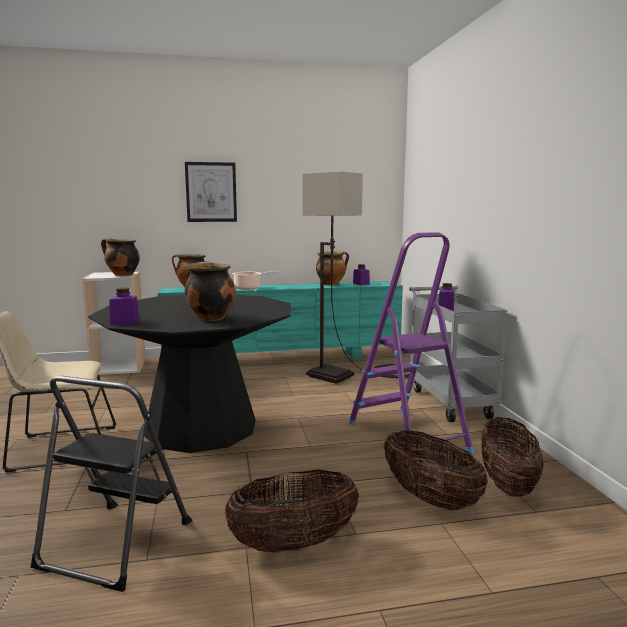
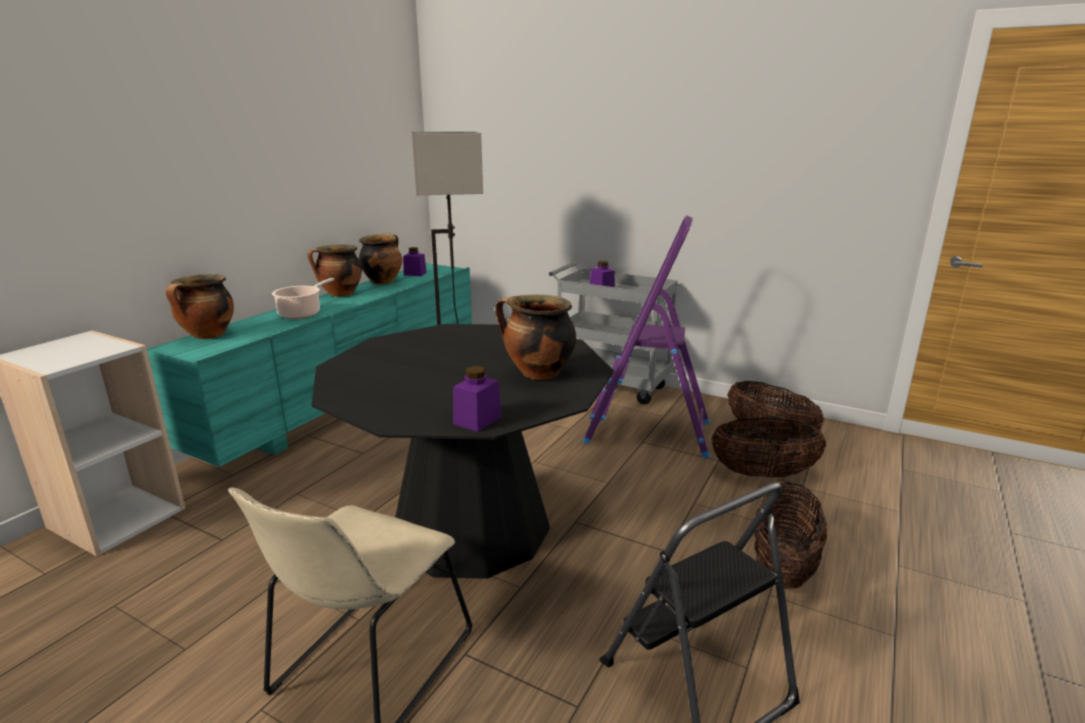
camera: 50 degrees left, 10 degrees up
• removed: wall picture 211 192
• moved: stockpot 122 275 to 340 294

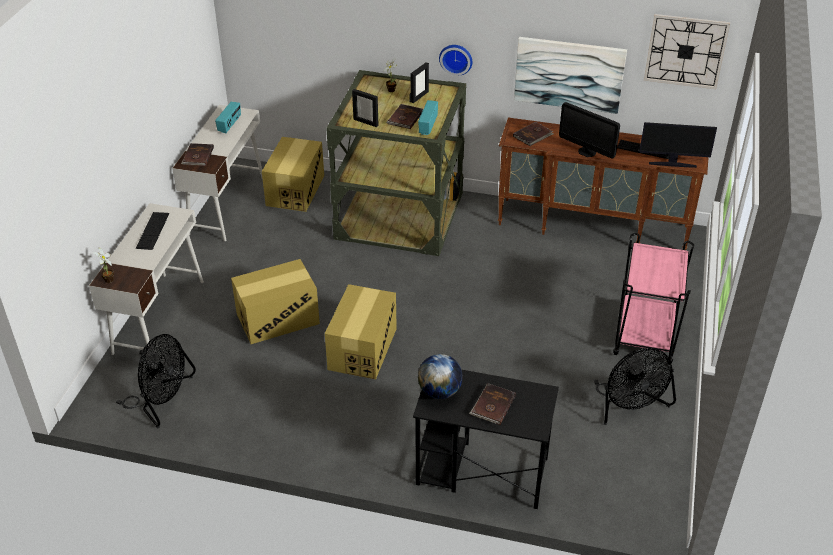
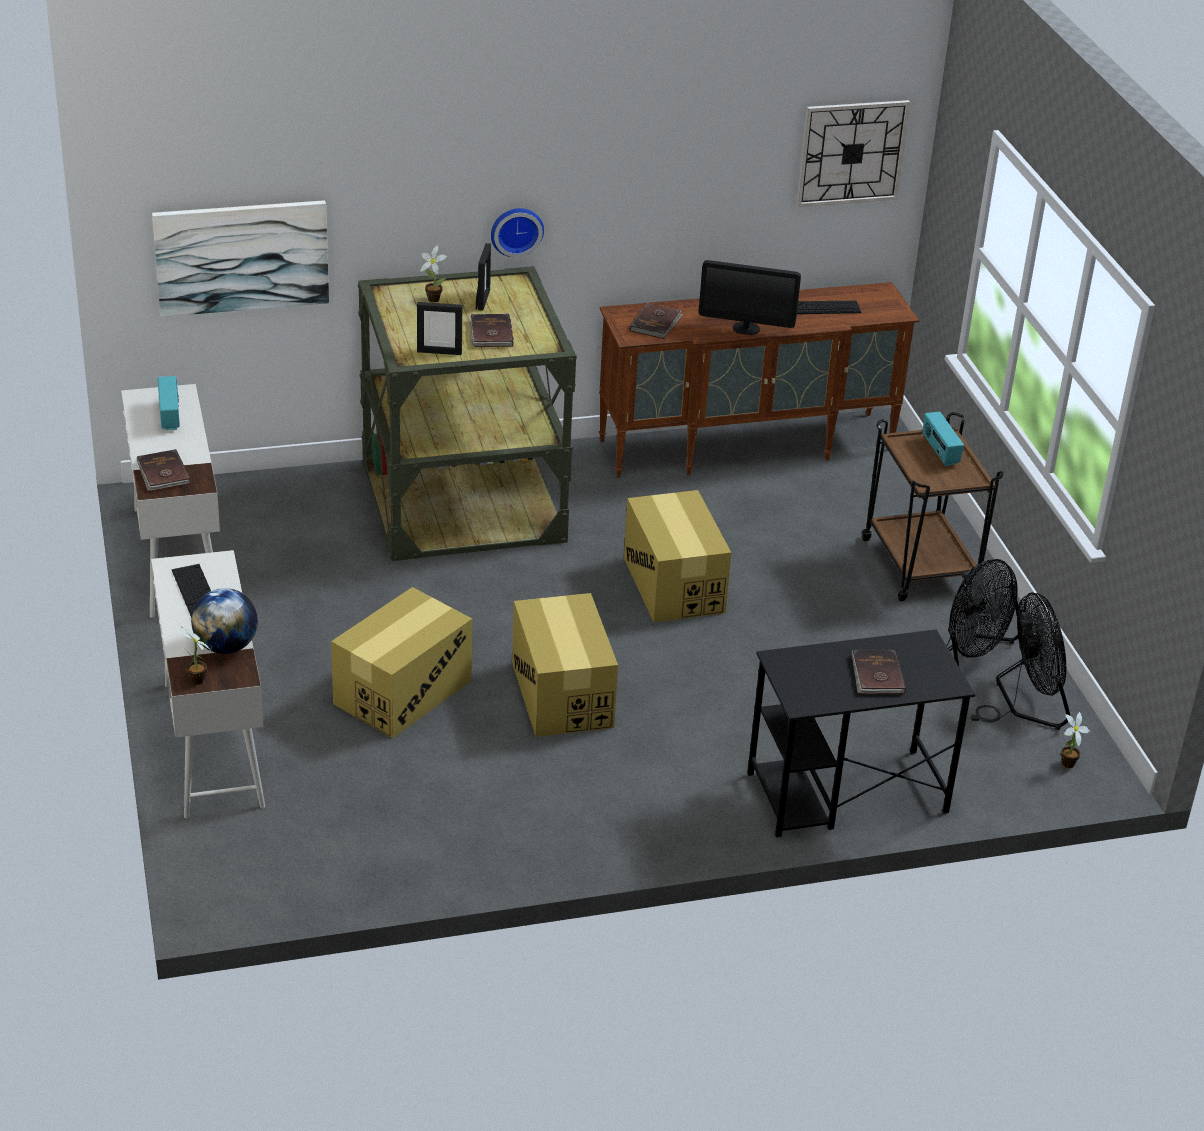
camera: 30 degrees left, 5 degrees down
• removed: computer display 672 164
• added: potted plant 1066 764
• moved: black-coloured electric fan 160 400 to 1021 699
• moved: cardboard box 295 190 to 673 585
• moved: radio 427 126 to 939 452
• moved: world globe 440 391 to 226 646
• moved: wall picture 569 74 to 242 257
• recoloured: pink-coloured wheeled cart 644 335 to brown wheeled cart 920 567

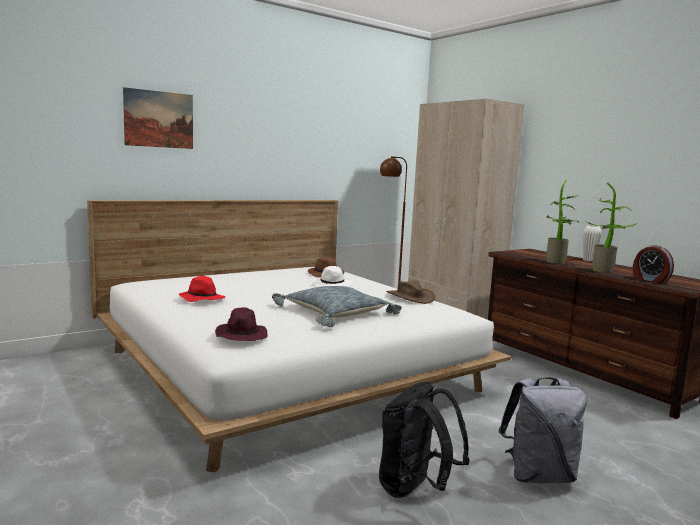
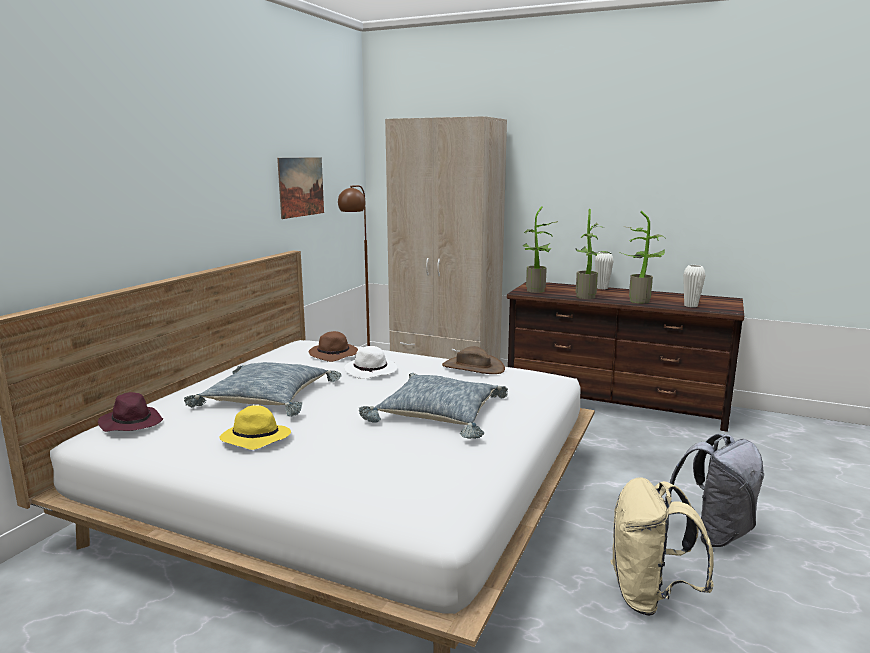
camera: 30 degrees left, 5 degrees up
• added: throw pillow 267 395
• added: potted plant 537 291
• moved: wall picture 159 119 to 301 187
• moved: purple-coloured hat 241 336 to 131 424
• replaced: table clock 650 280 to whitish vase 690 305
• recoloured: reddish hat 201 299 to yellow hat 254 439
• recoloured: black-coloured knapsack 415 489 to beige-coloured knapsack 650 596

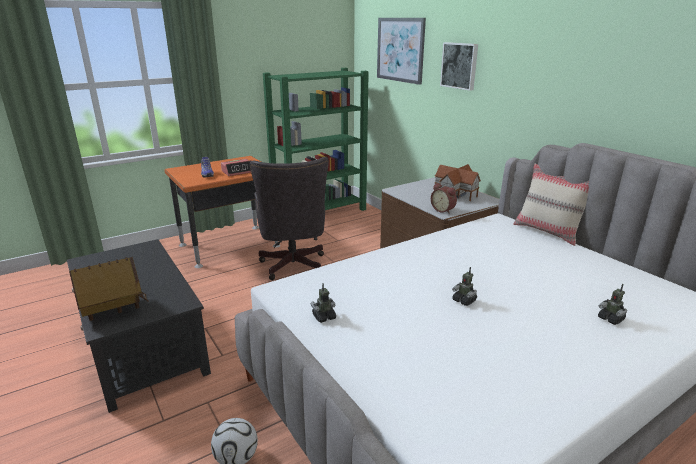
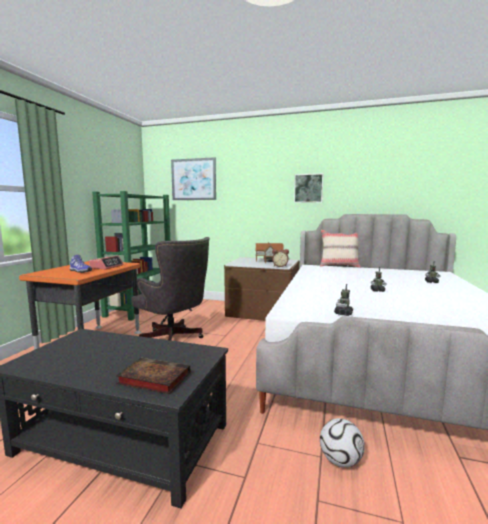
camera: 40 degrees left, 15 degrees down
• moved: wall picture 460 65 to 308 188
• replaced: model house 113 310 to volume 152 379

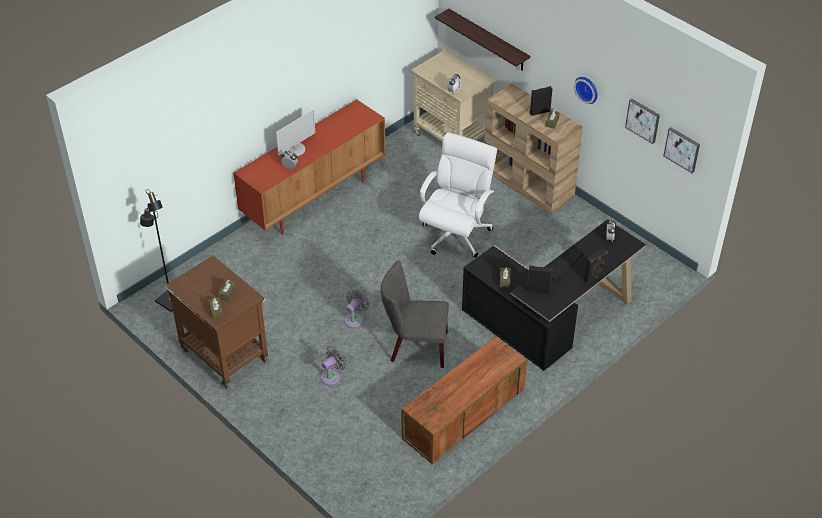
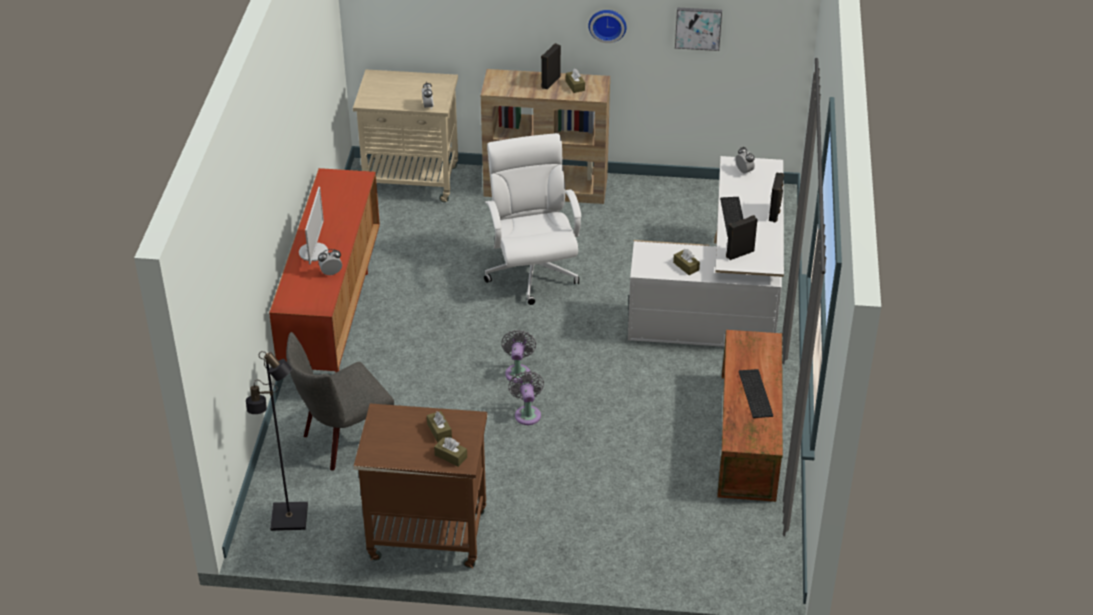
camera: 40 degrees left, 5 degrees down
• removed: shelf 488 40
• removed: wall picture 682 149
• added: keyboard 754 393
• moved: greyish electric fan 332 376 to 518 371
• moved: greyish upright chair 414 347 to 344 441
• recoloured: black-coloured desk unit 550 319 to whitish desk unit 722 300

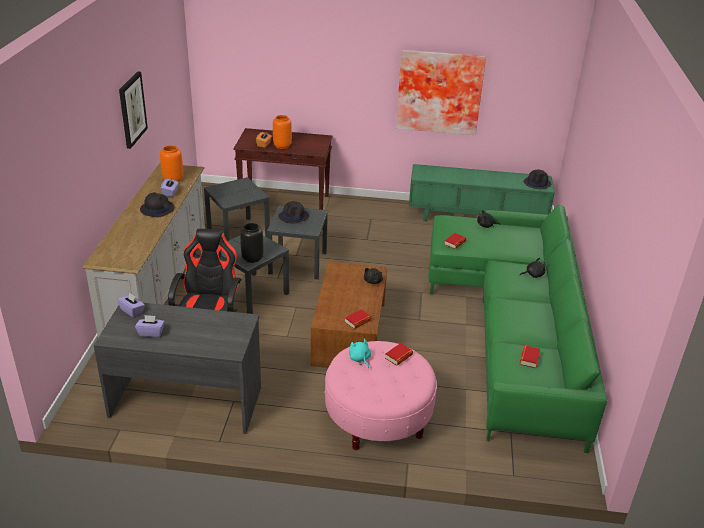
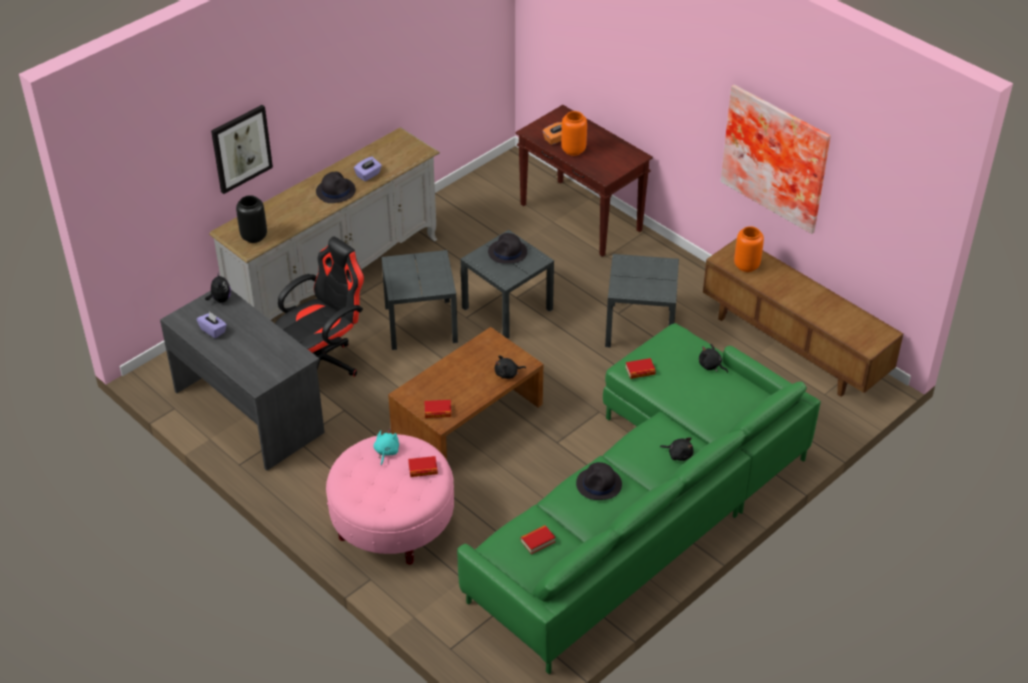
camera: 40 degrees right, 10 degrees up
• moved: wall picture 132 109 to 241 148
• moved: orange-coloured vase 173 180 to 746 265
• moved: greyish side table 238 233 to 641 326
• moved: black-coloured vase 252 258 to 254 237
• moved: black-coloured hat 537 183 to 599 484
• replaced: purple-coloured box of tissues 132 311 to soft toy 220 299
• recoloured: greenish tv stand 477 216 to brown tv stand 795 344

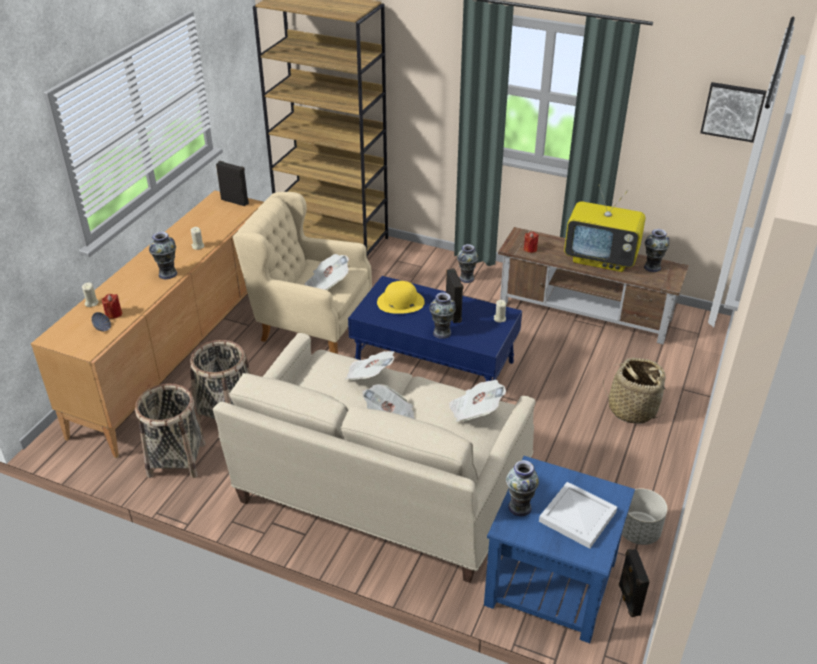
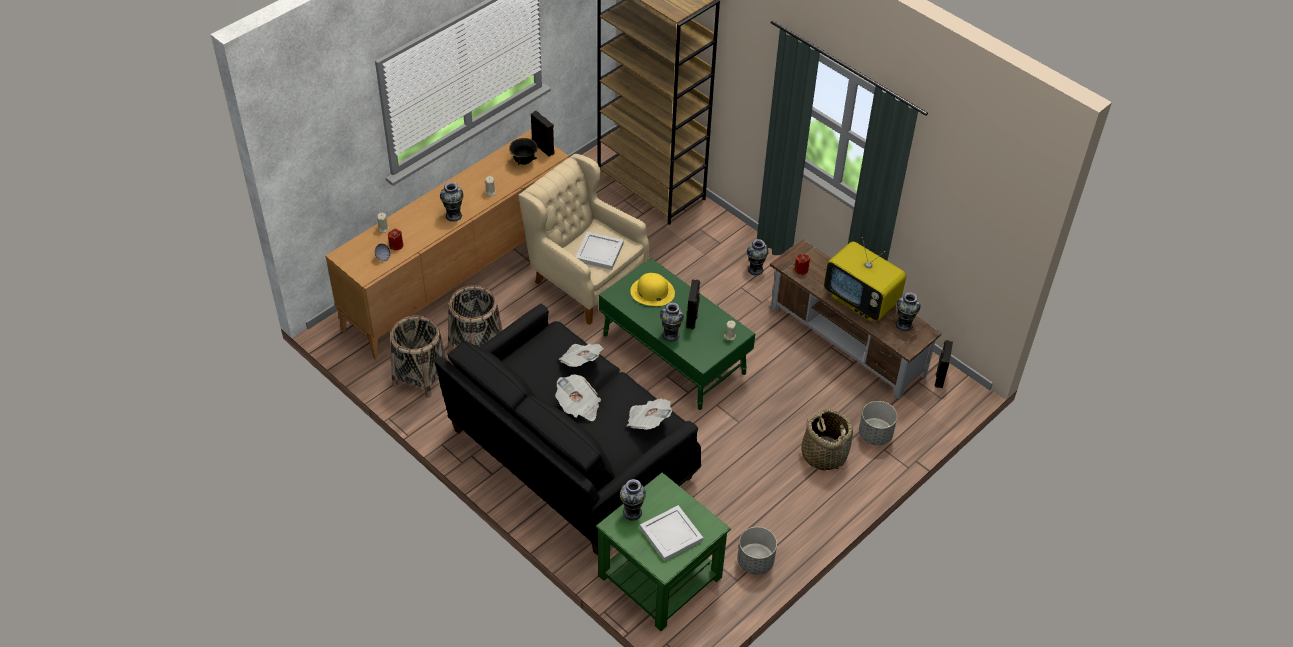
camera: 20 degrees right, 10 degrees up
• removed: wall picture 733 111
• added: black-coloured deep dish 523 161
• added: greyish planter 875 435
• moved: black-coloured loudspeaker 628 599 to 939 377
• replaced: printed paper 327 283 to whitish carrying tray 598 252
• recoloured: beige-coloured couch 381 490 to black-coloured couch 568 456
• recoloured: bluish lounge table 433 365 to greenish lounge table 673 354
• recoloured: bluish side table 551 581 to greenish side table 660 576

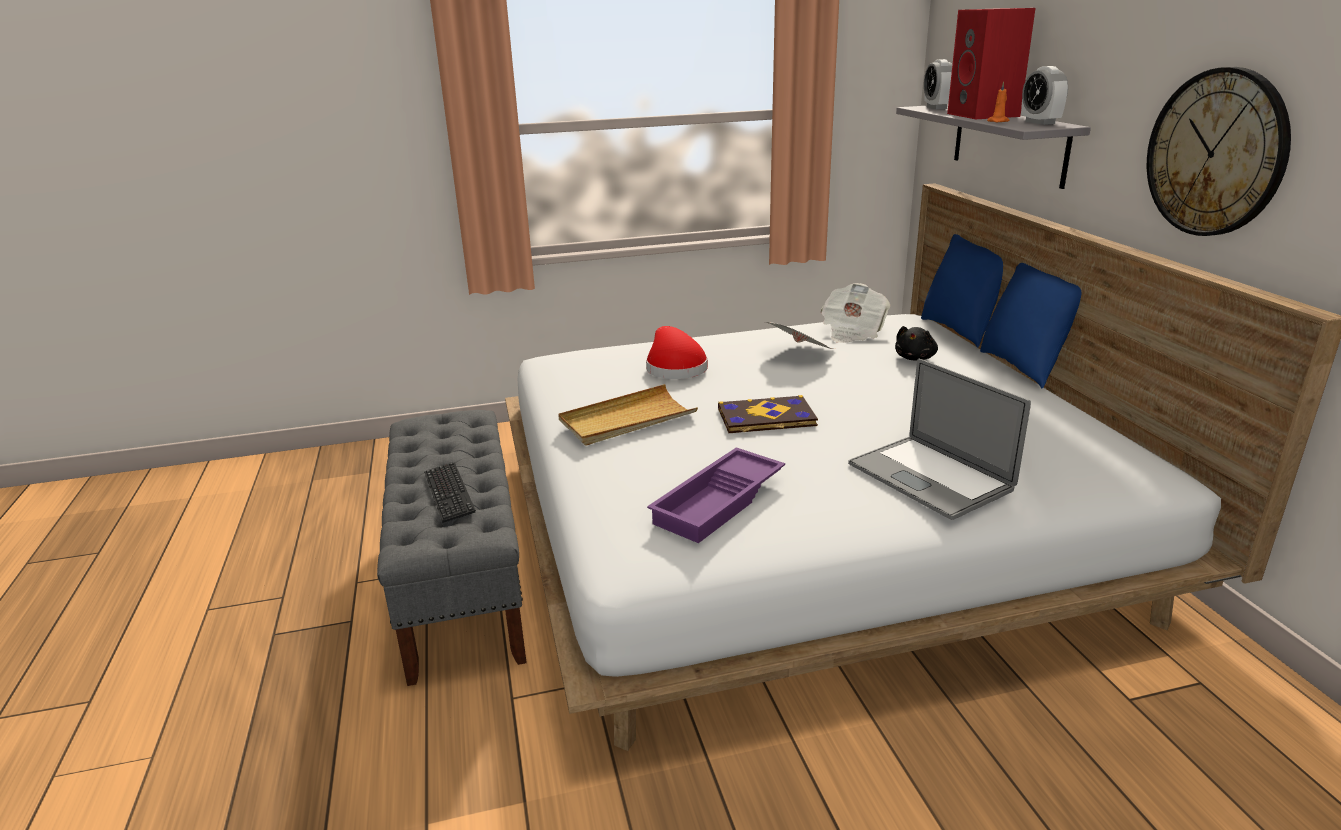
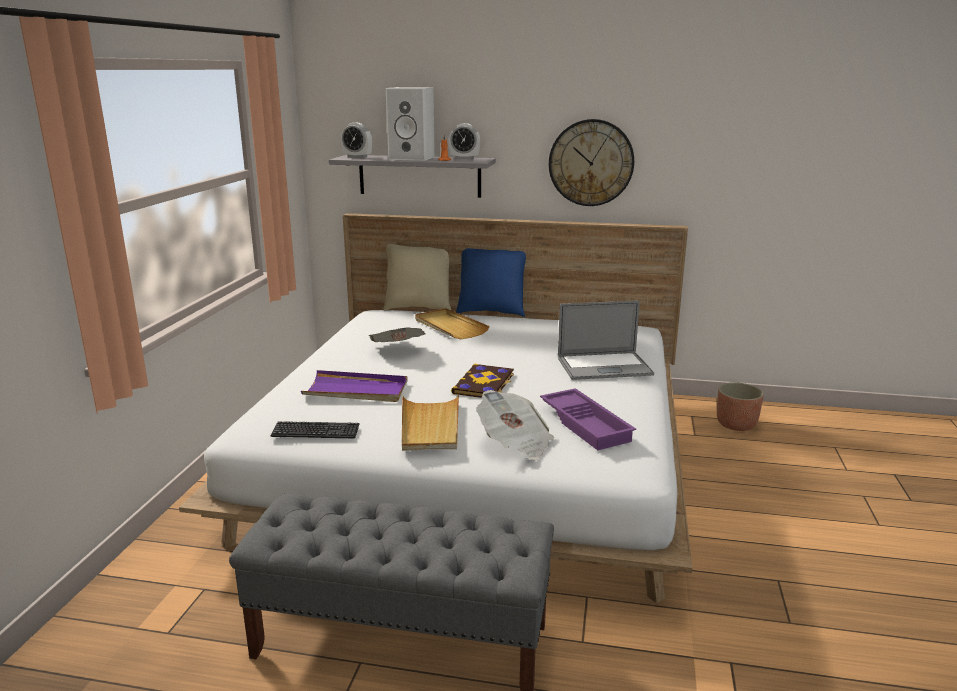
camera: 65 degrees left, 5 degrees down
• added: planter 736 425
• moved: keyboard 449 493 to 315 432
• moved: printed paper 852 332 to 515 443
• replaced: reddish hat 674 367 to purple-coloured carrying tray 356 390
• replaced: black-coloured soft toy 915 358 to beige-coloured carrying tray 450 326
• recoloured: bluish throw pillow 960 330 to beige-coloured throw pillow 418 308
• recoloured: reddish loudspeaker 985 115 to whitish loudspeaker 413 158

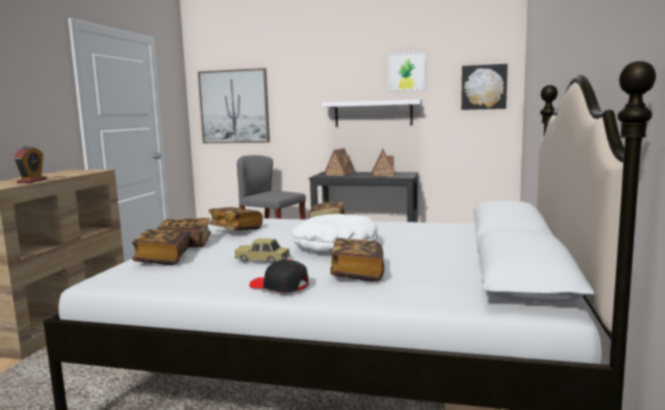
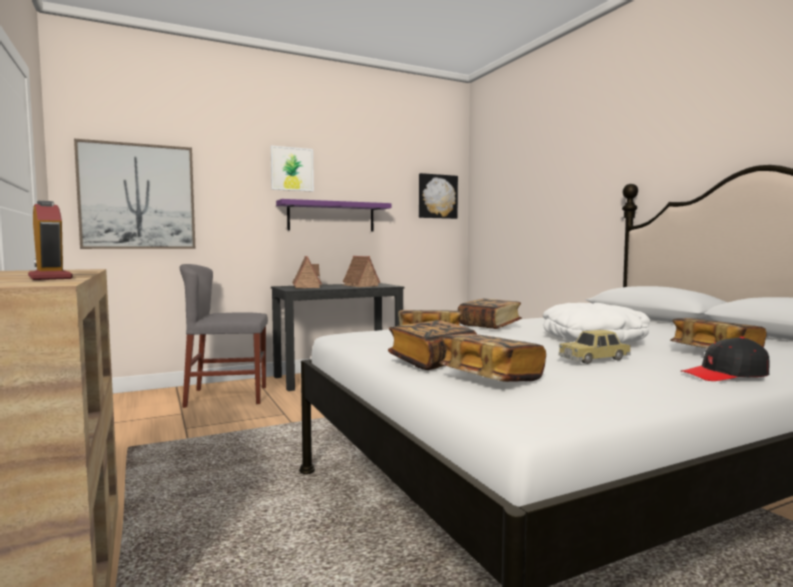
camera: 40 degrees left, 5 degrees down
• moved: wall picture 407 71 to 292 169
• recoloured: whitish shelf 373 113 to purple-coloured shelf 331 216

